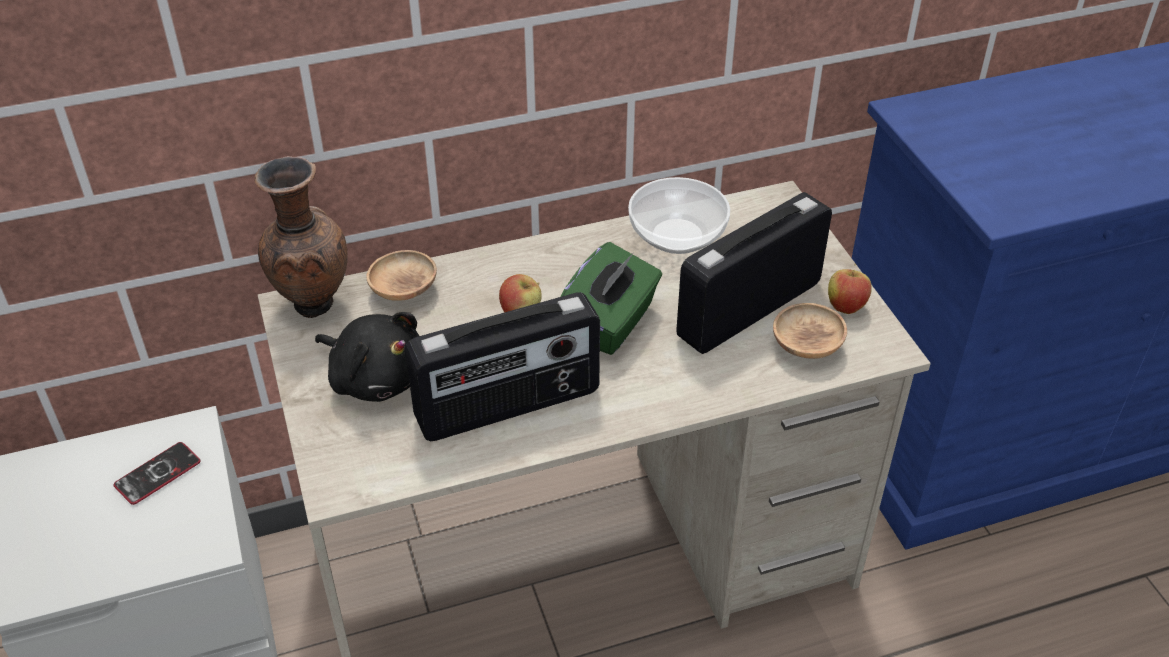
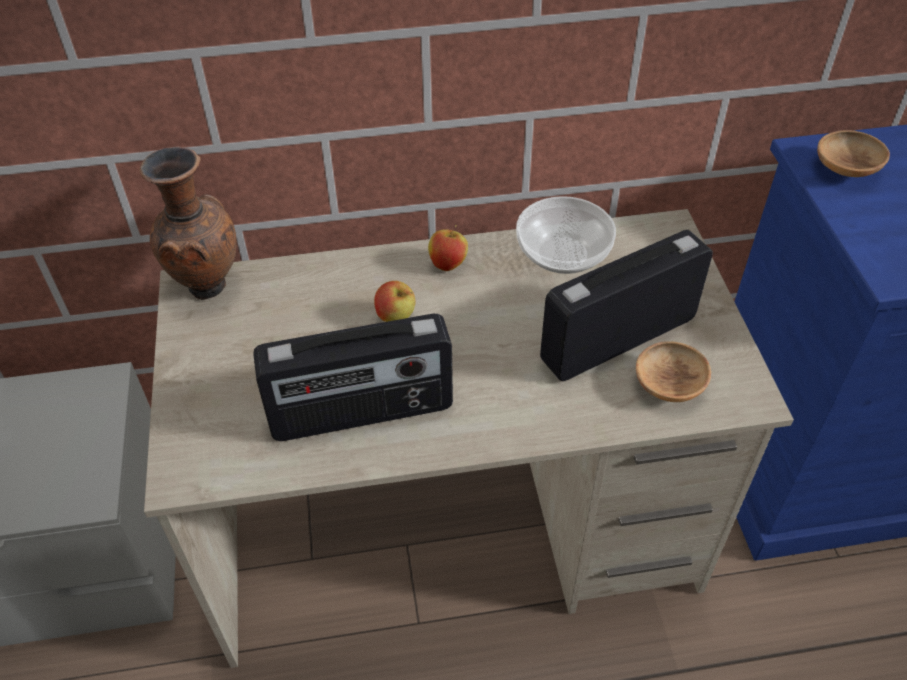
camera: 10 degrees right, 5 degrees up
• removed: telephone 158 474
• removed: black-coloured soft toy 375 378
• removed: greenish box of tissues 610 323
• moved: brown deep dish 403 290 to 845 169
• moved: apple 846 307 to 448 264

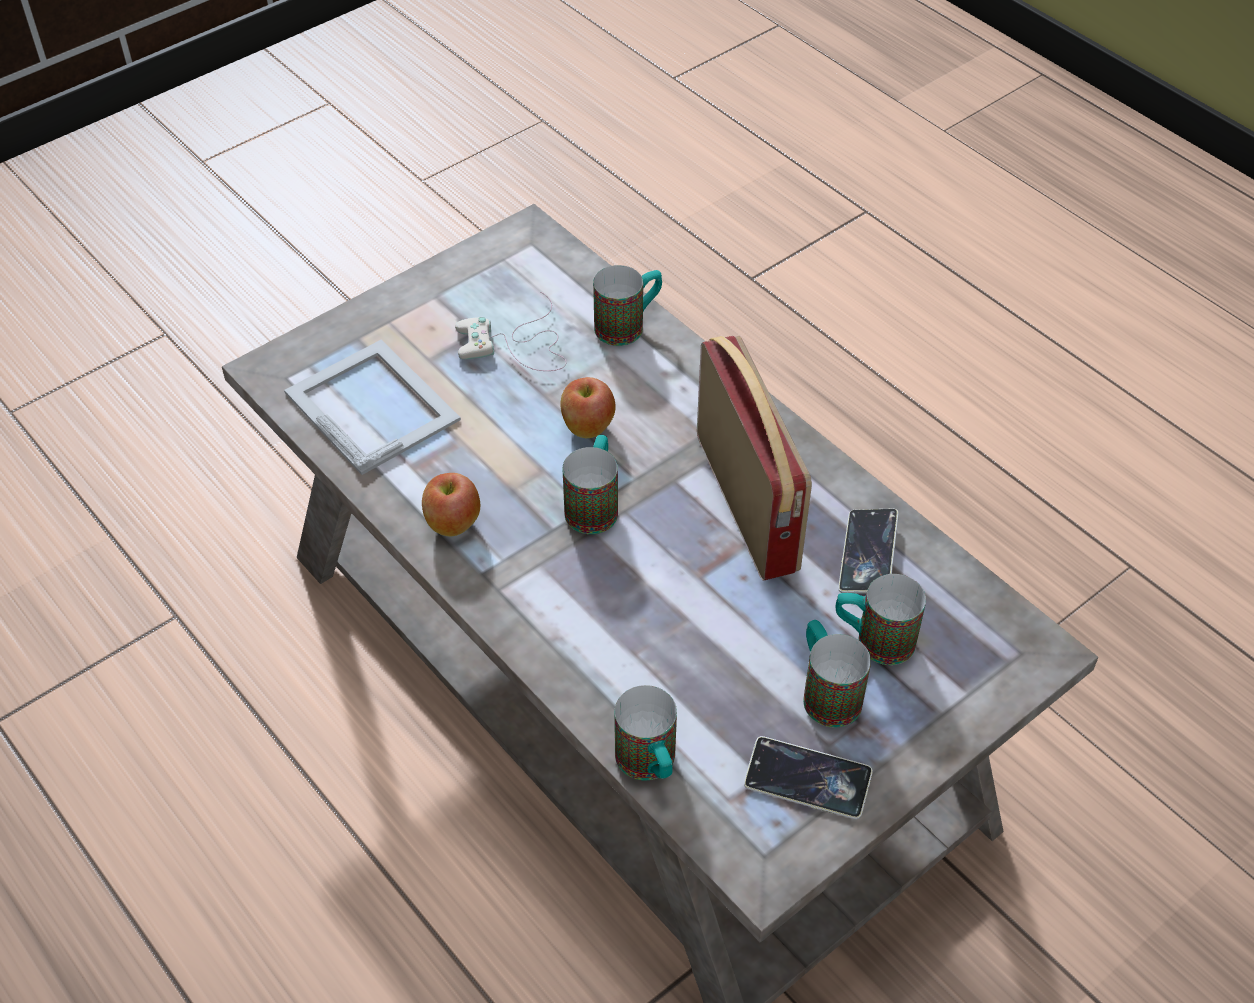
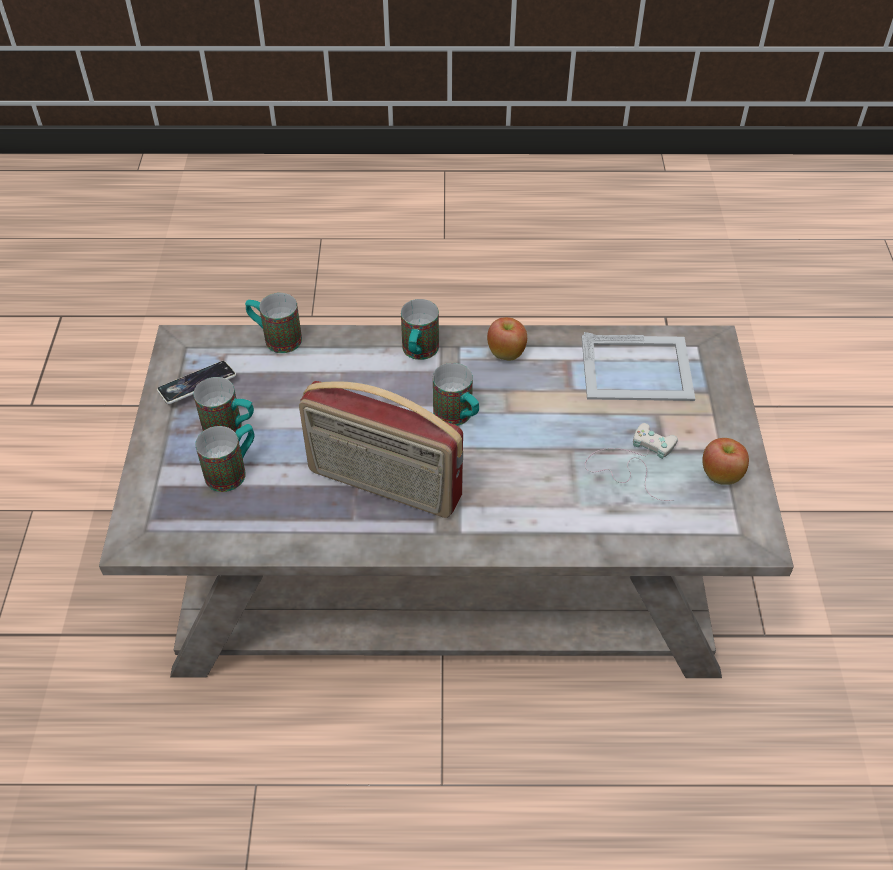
camera: 130 degrees right, 0 degrees up
• removed: telephone 867 555
• moved: apple 587 427 to 720 475
• moved: mug 628 325 to 418 353

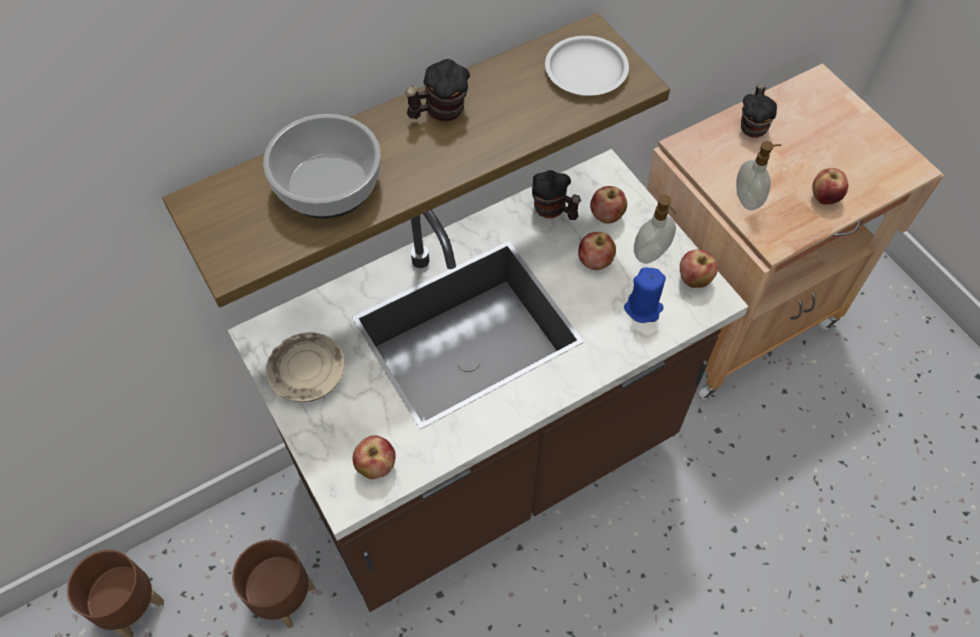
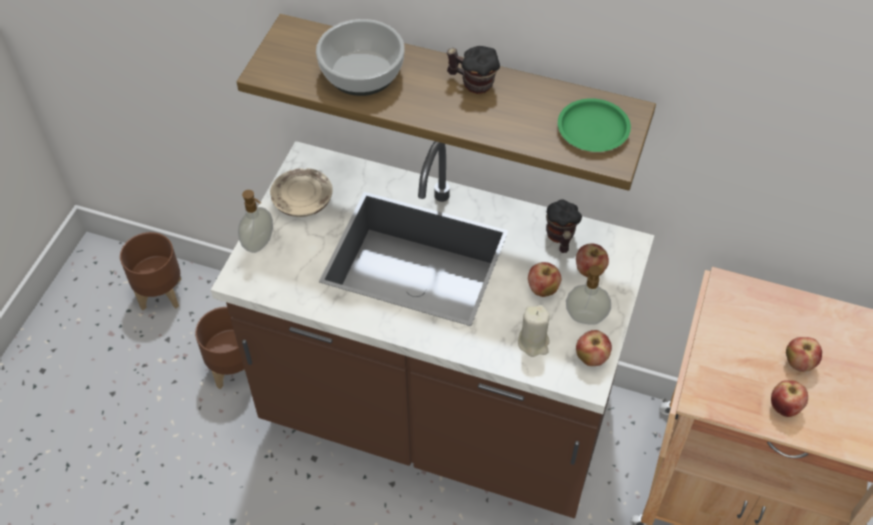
camera: 50 degrees right, 5 degrees down
• removed: mug 753 125
• moved: apple 376 466 to 799 363
• moved: soap dispenser 748 199 to 260 244
• recoloured: whitish flat dish 586 71 to greenish flat dish 593 130
• recoloured: bluish wax light 643 308 to beige-coloured wax light 533 343

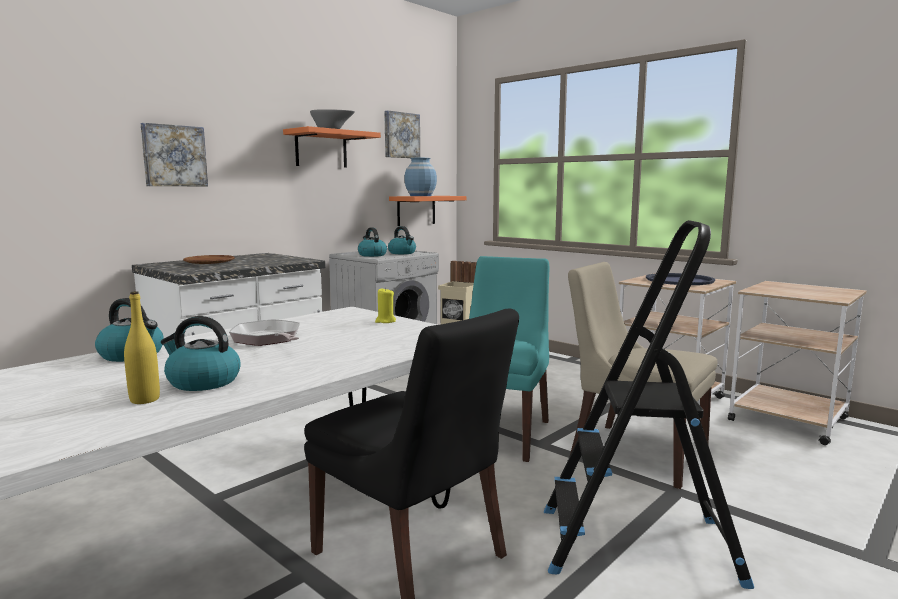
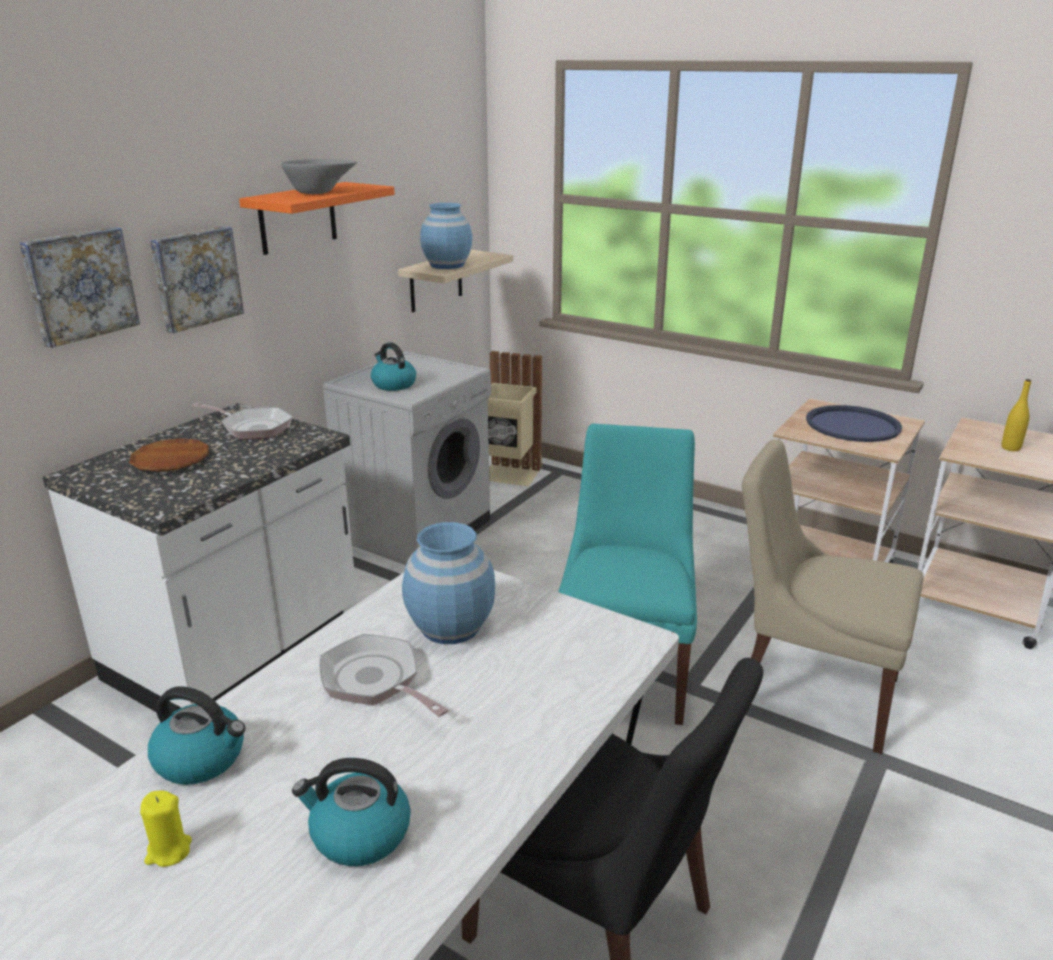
camera: 10 degrees left, 15 degrees up
• removed: tea kettle 402 253
• removed: black-coloured stepladder 635 545
• added: pan 252 428
• added: bluish vase 451 627
• moved: yellow drink bottle 145 400 to 1010 448
• moved: yellow wax light 385 321 to 168 851
• moved: wall picture 401 135 to 196 278
• recoloured: orange-coloured shelf 416 210 to beige-coloured shelf 436 281

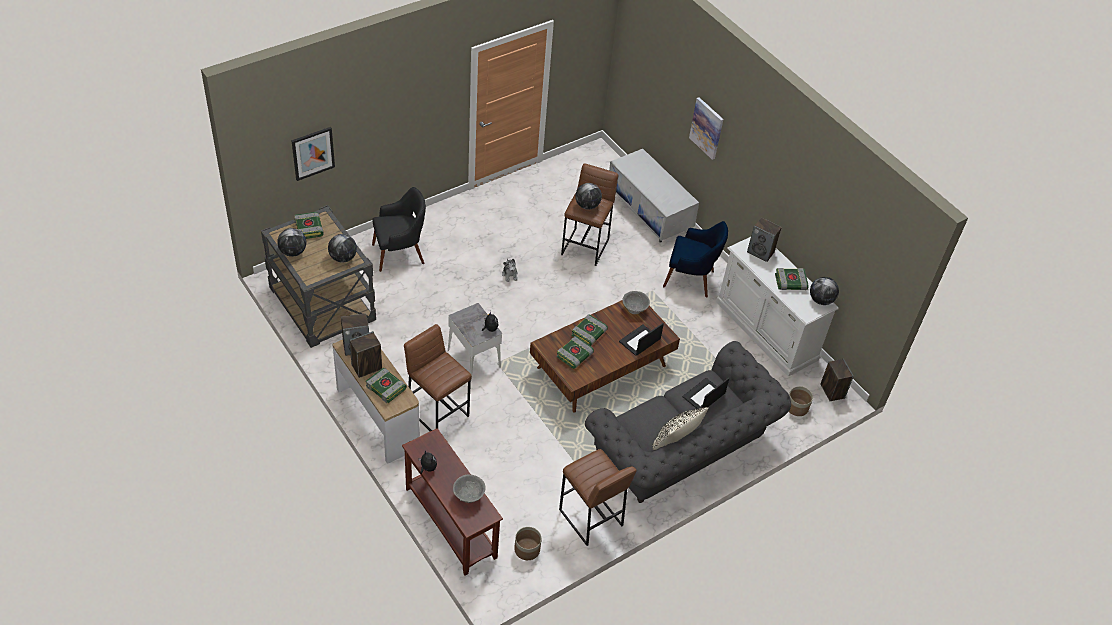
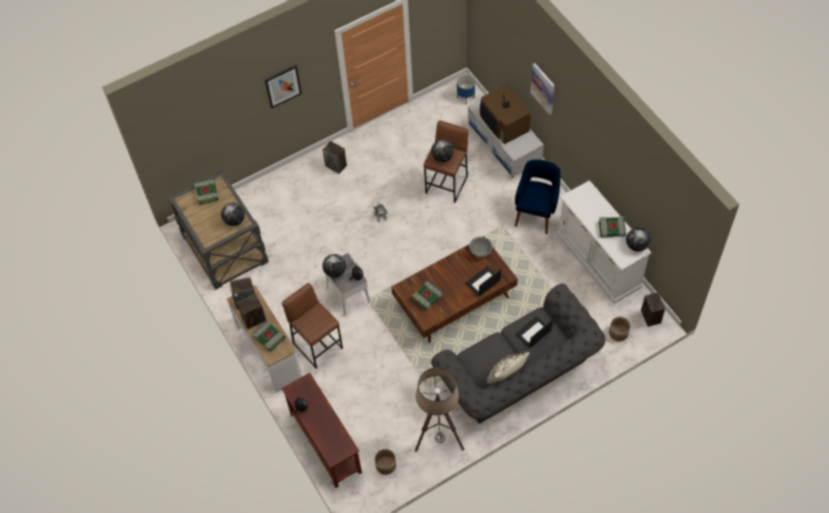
camera: 10 degrees right, 10 degrees up
• removed: black-coloured lounge chair 400 254
• removed: greyish deep dish 469 496
• removed: volume 589 334
• added: planter 465 98
• added: TV set 504 124
• moved: world globe 293 252 to 335 271
• moved: wall picture 313 153 to 283 86
• moved: loudspeaker 761 252 to 336 165
• replaced: brown stool 591 518 to floor lamp 439 437
• turned: bluish lounge chair 690 279 = 536 213 90 degrees counterclockwise

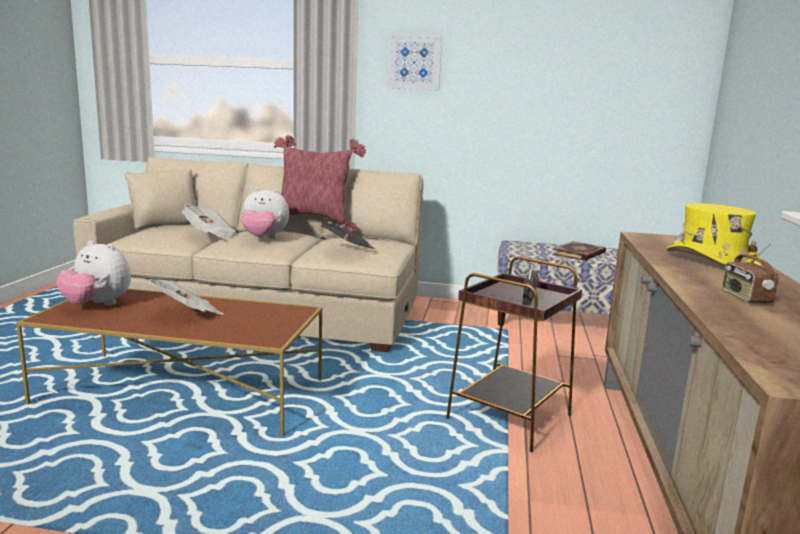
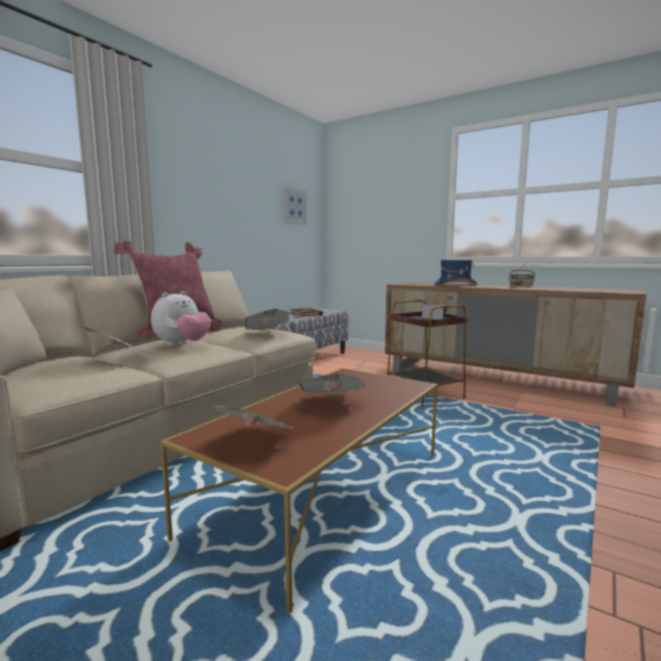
camera: 65 degrees left, 5 degrees down
• moved: wall picture 414 62 to 294 206
• replaced: soft toy 97 305 to printed paper 255 441
• recoloured: yellow hat 710 260 to bluish hat 455 284

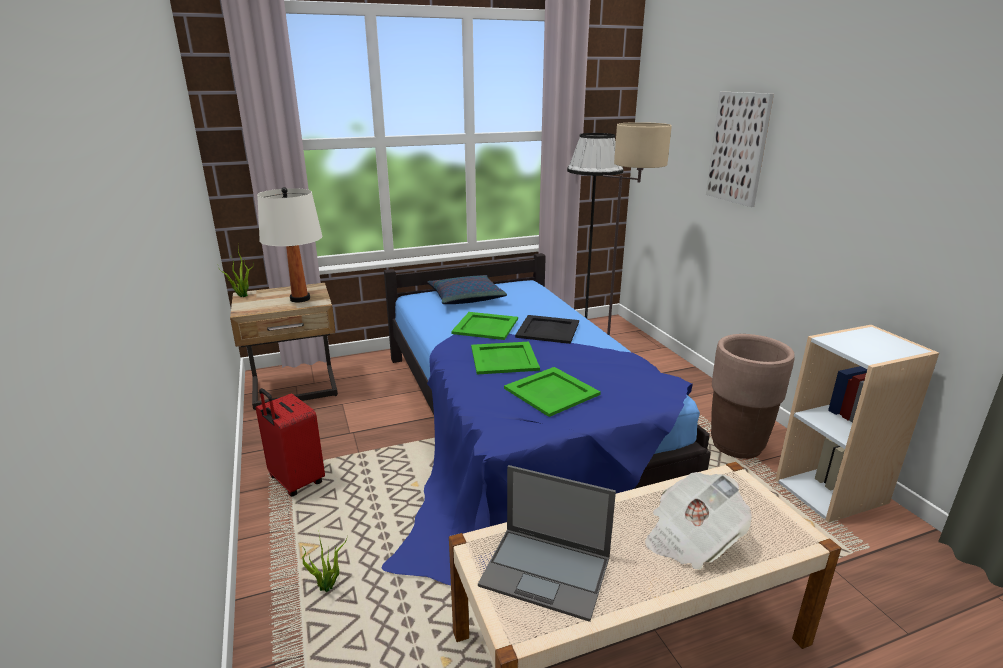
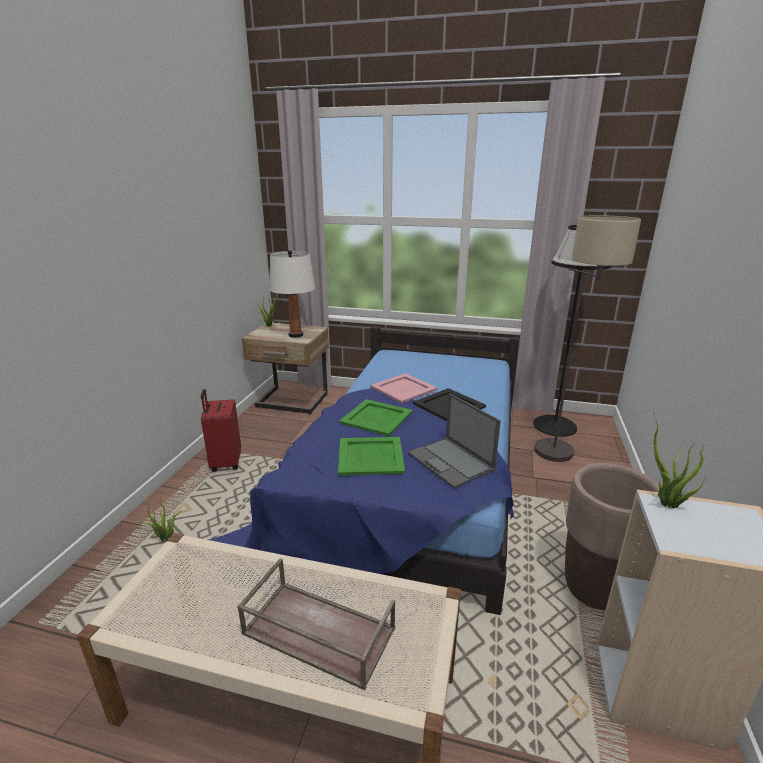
camera: 35 degrees right, 0 degrees up
• removed: bluish throw pillow 466 298
• removed: wall picture 738 148
• added: potted plant 666 504
• moved: notebook computer 547 572 to 451 462
• replaced: printed paper 691 538 to brown carrying tray 316 632
• recoloured: greenish carrying tray 486 326 to pink-coloured carrying tray 404 388

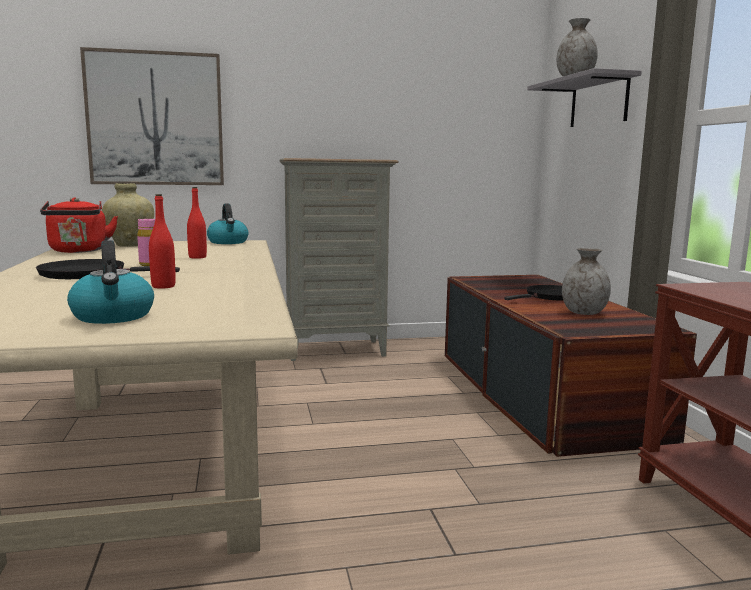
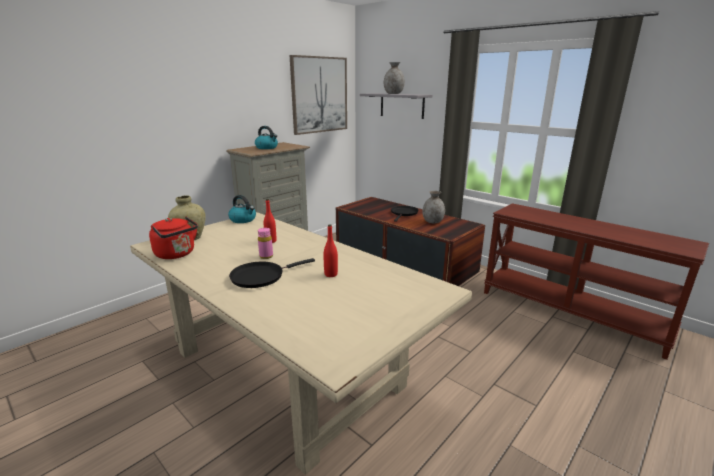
camera: 35 degrees left, 10 degrees up
• moved: tea kettle 113 316 to 267 148
• moved: wall picture 155 119 to 319 95

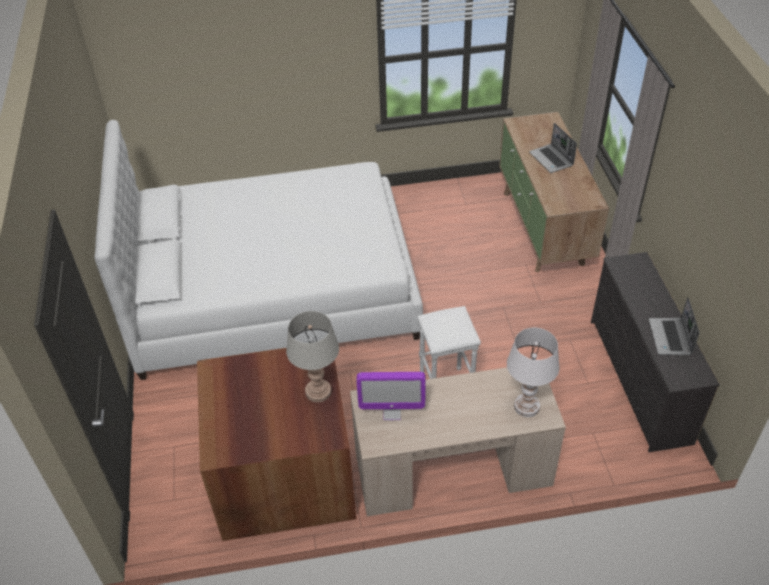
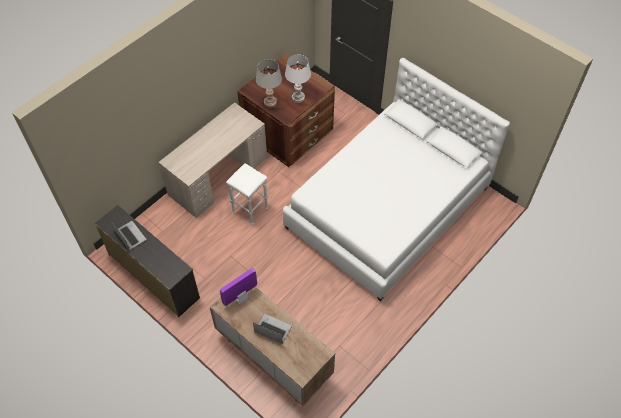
camera: 140 degrees right, 10 degrees up
• moved: computer display 392 412 to 241 298
• moved: whitish tabletop lamp 526 406 to 298 97

